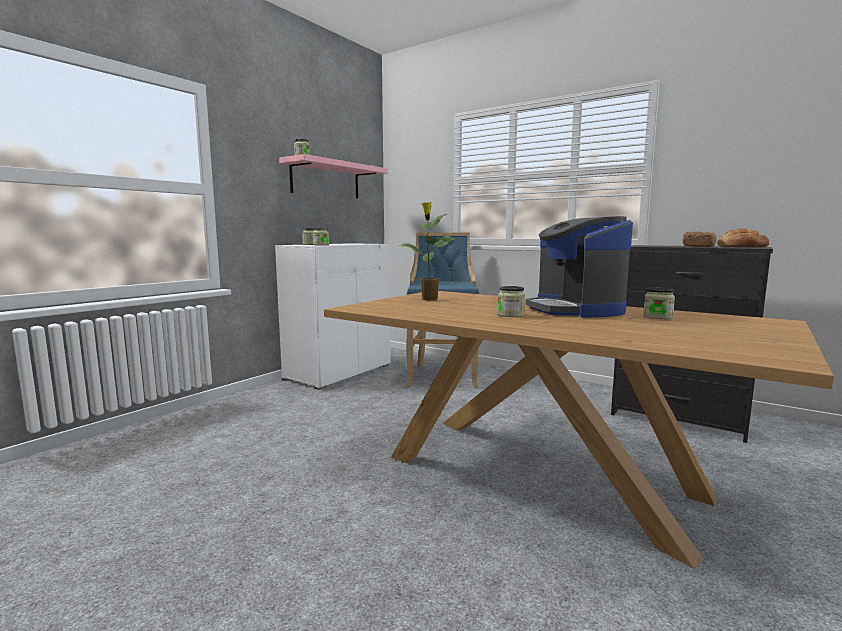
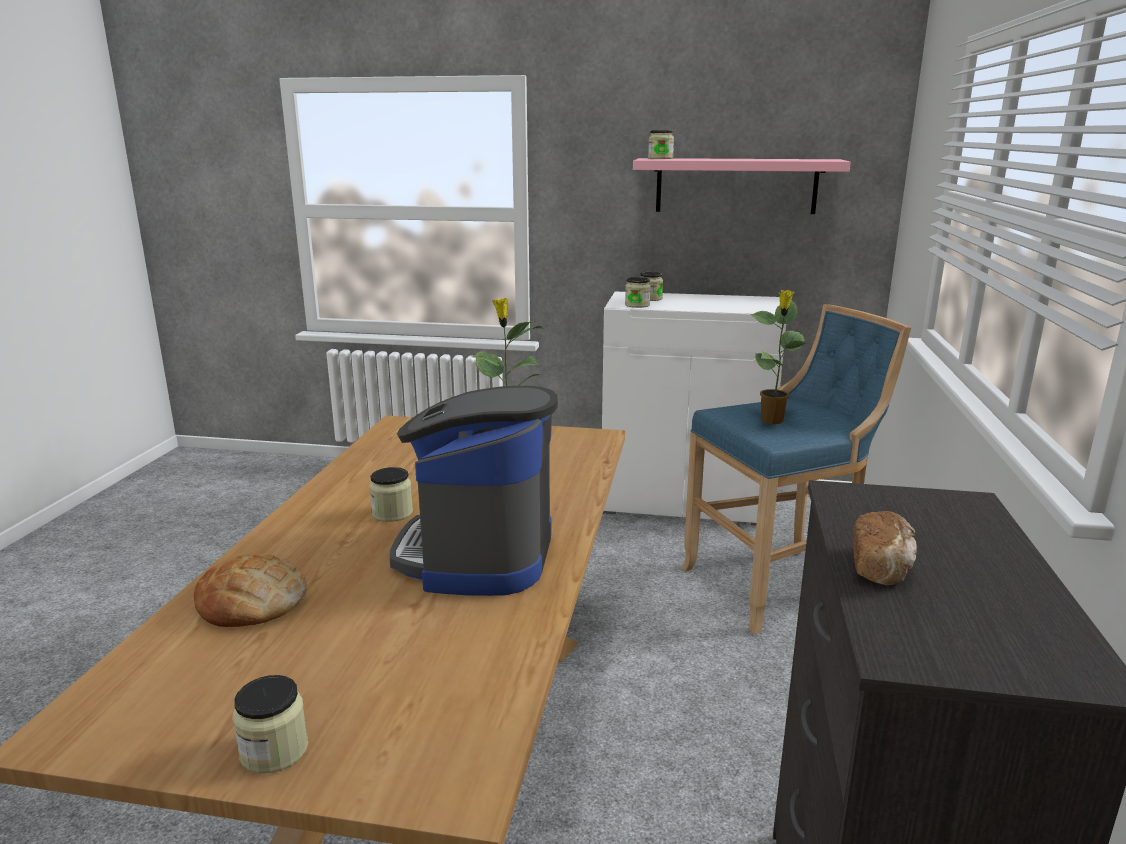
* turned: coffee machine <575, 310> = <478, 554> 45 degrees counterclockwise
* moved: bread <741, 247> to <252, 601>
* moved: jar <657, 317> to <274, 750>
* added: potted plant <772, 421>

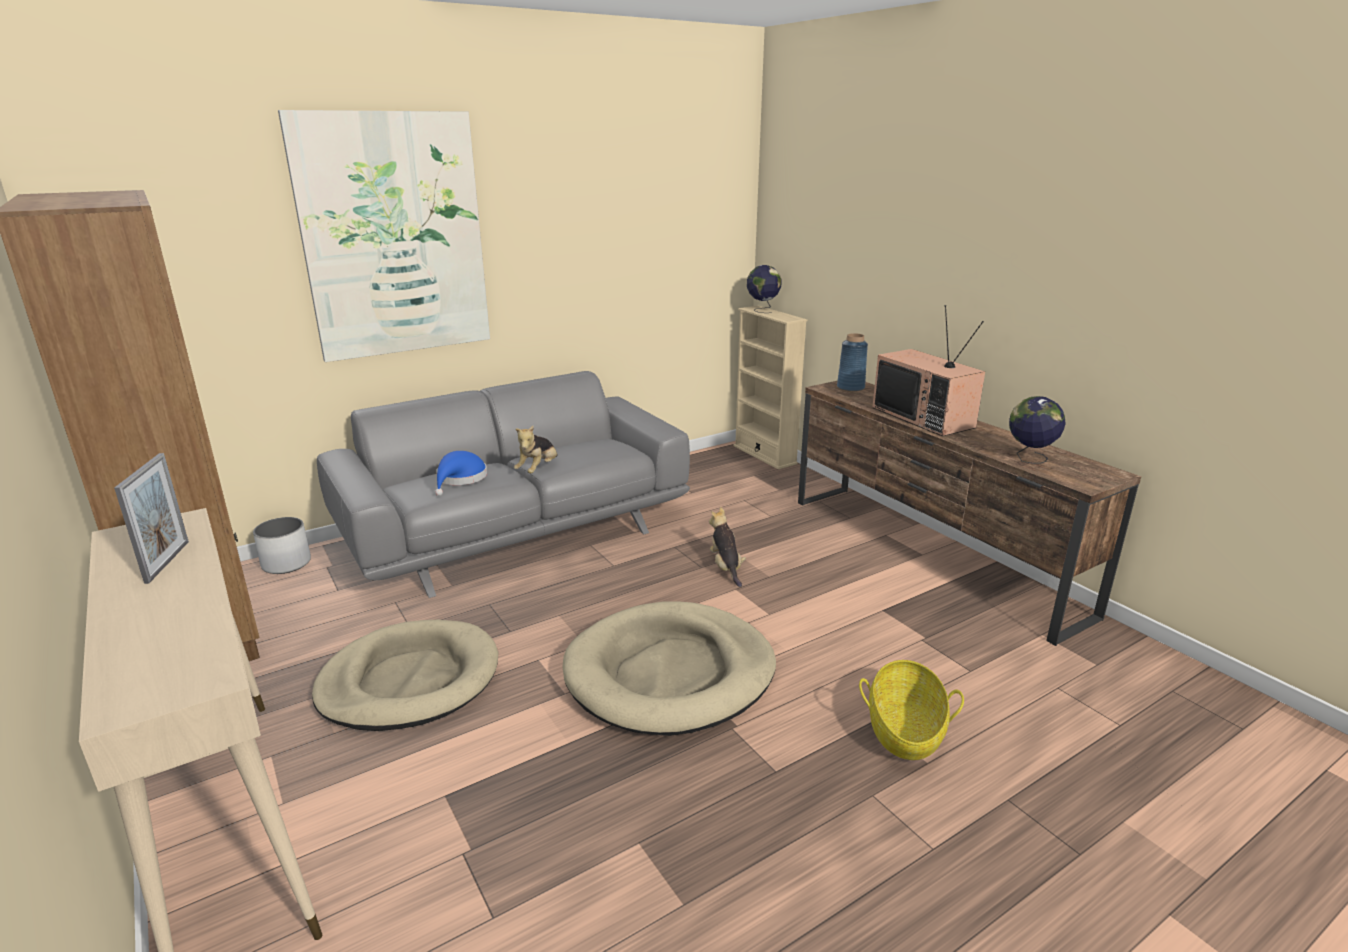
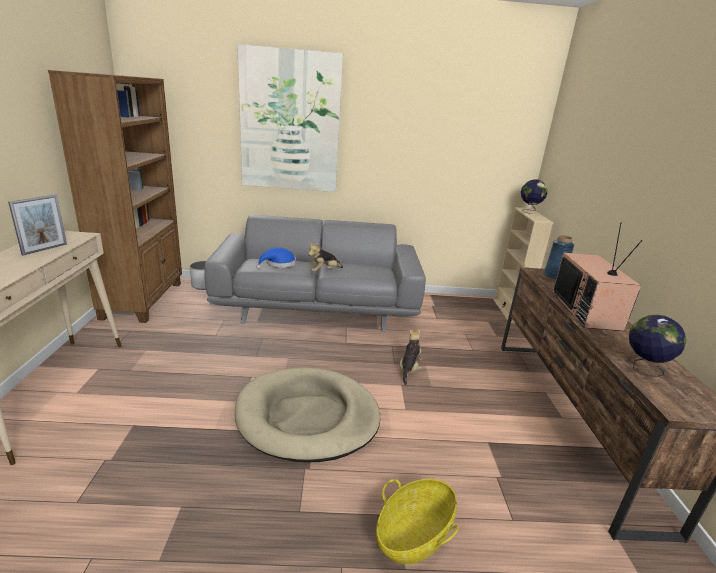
* removed: beige dog bed <409, 680>

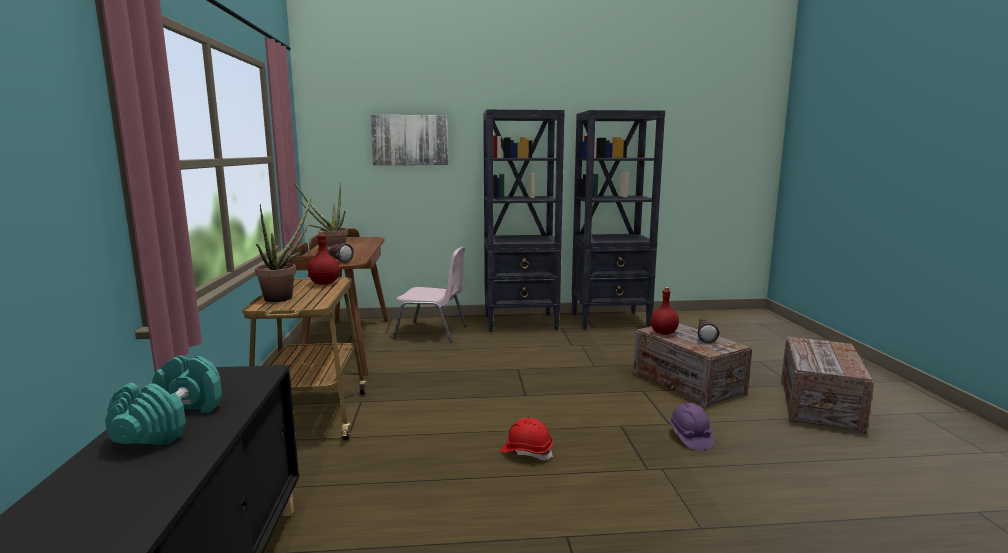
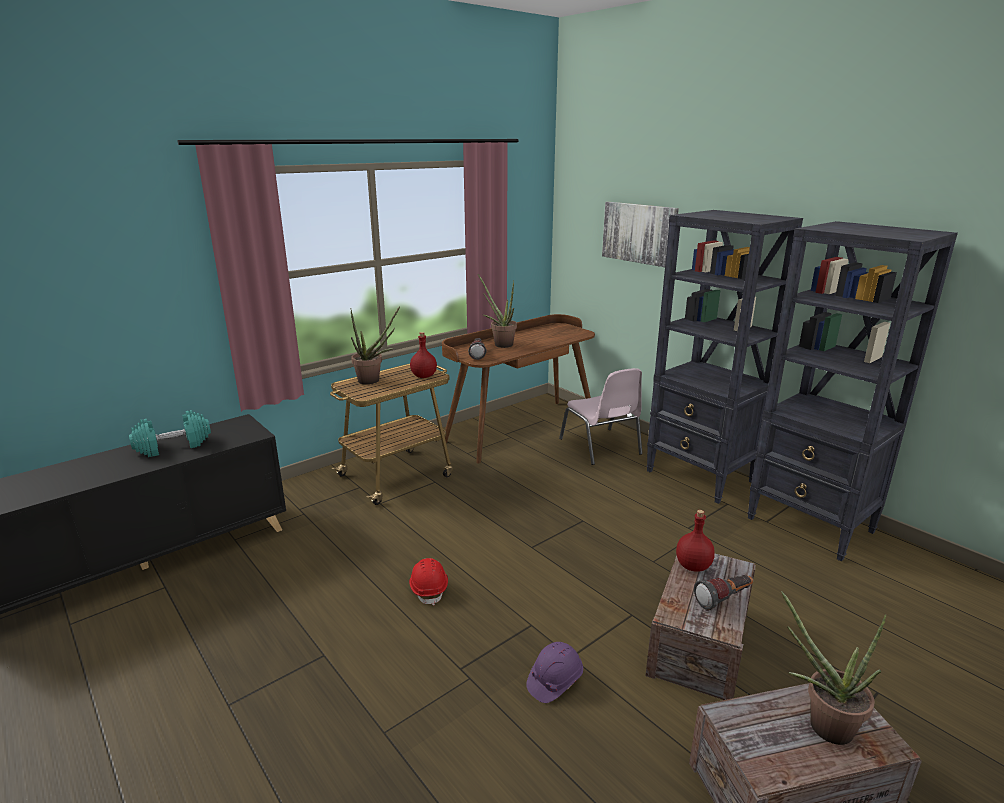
* added: potted plant <821, 724>

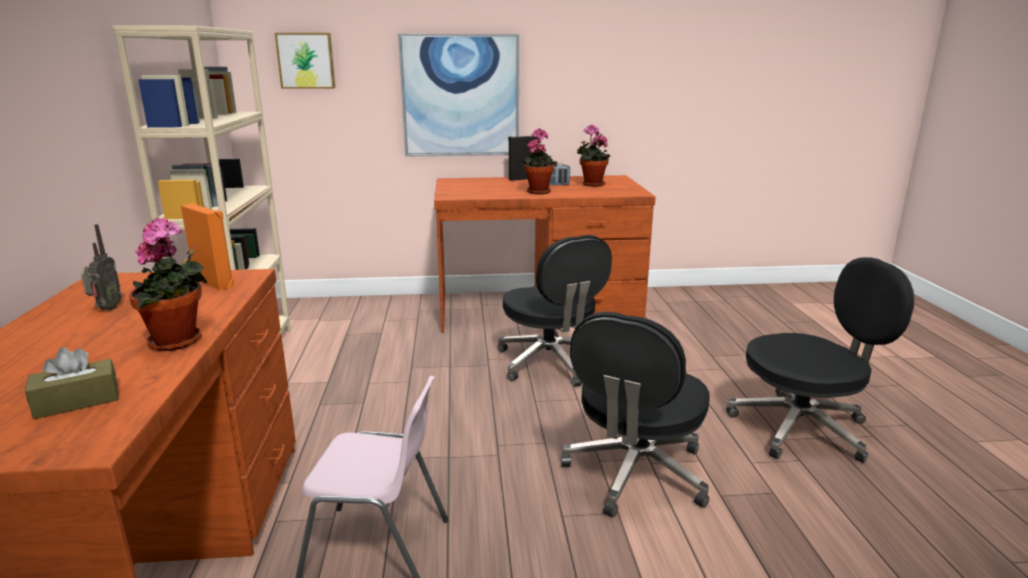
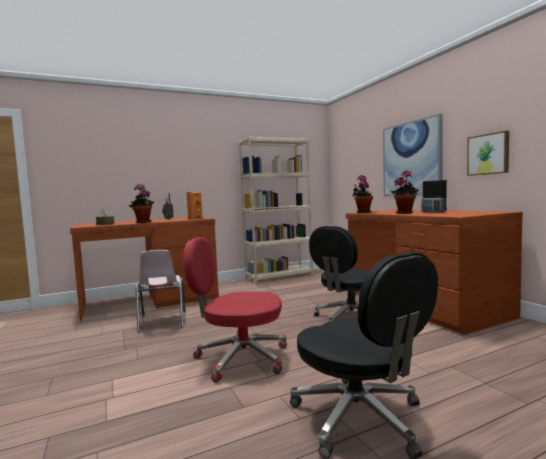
* moved: picture <306, 60> to <488, 154>
* moved: potted plant <591, 184> to <363, 212>
* recoloured: black office chair <635, 474> to red office chair <240, 358>

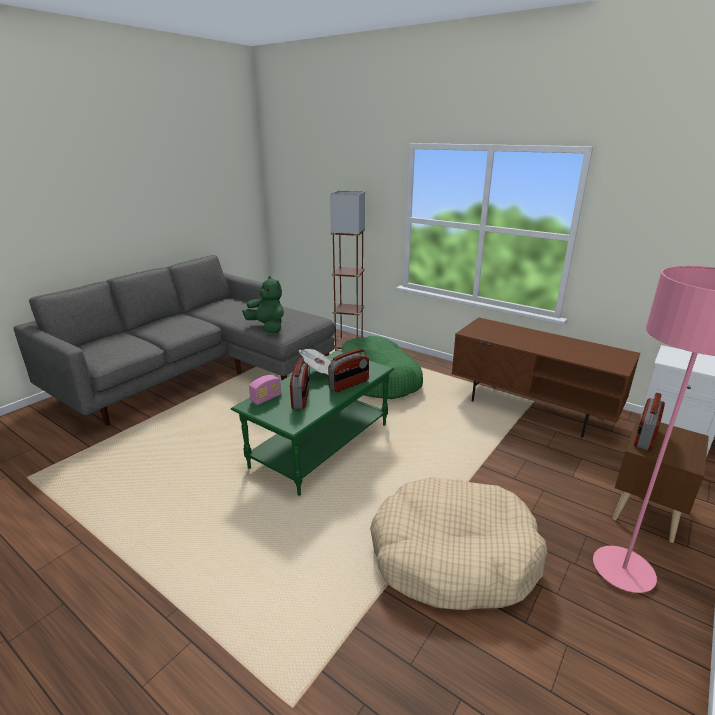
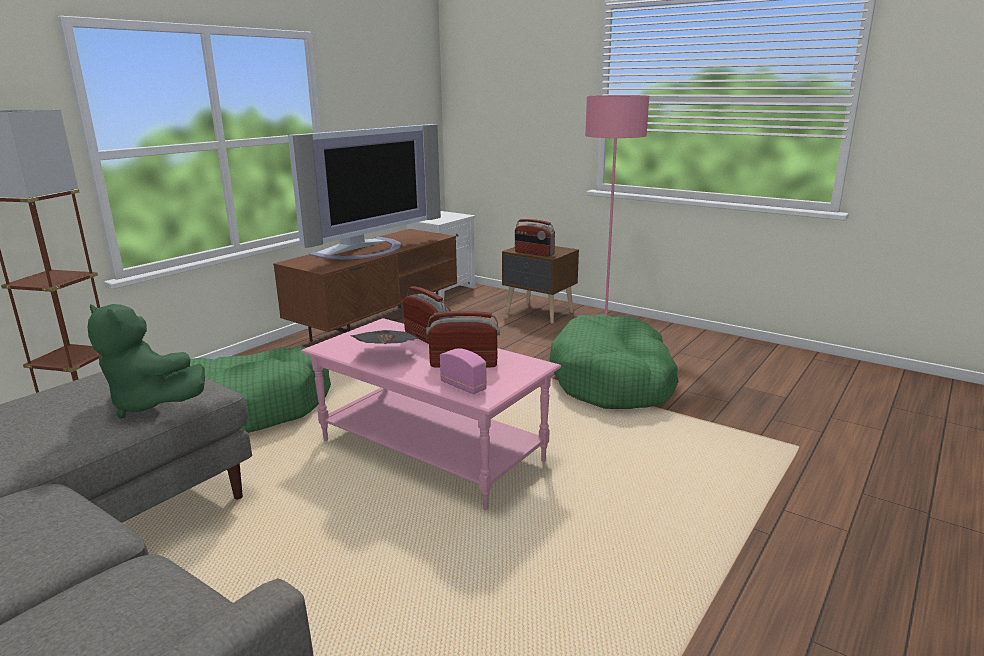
* turned: green plush toy <267, 327> = <150, 404> 105 degrees counterclockwise
* recoloured: green coffee table <321, 445> to pink coffee table <429, 451>
* recoloured: beige dog bed <453, 556> to green dog bed <613, 380>
* added: television <367, 250>

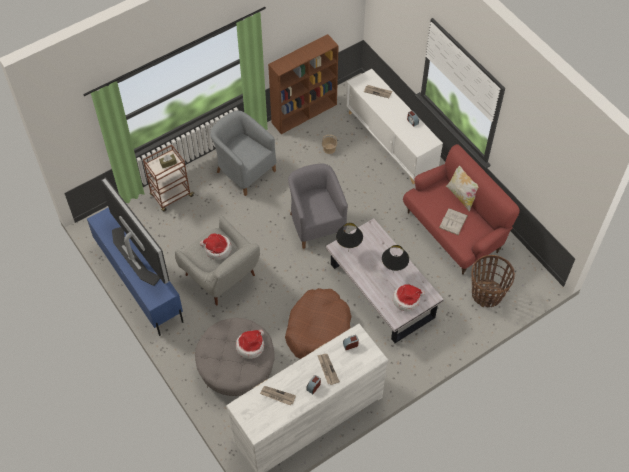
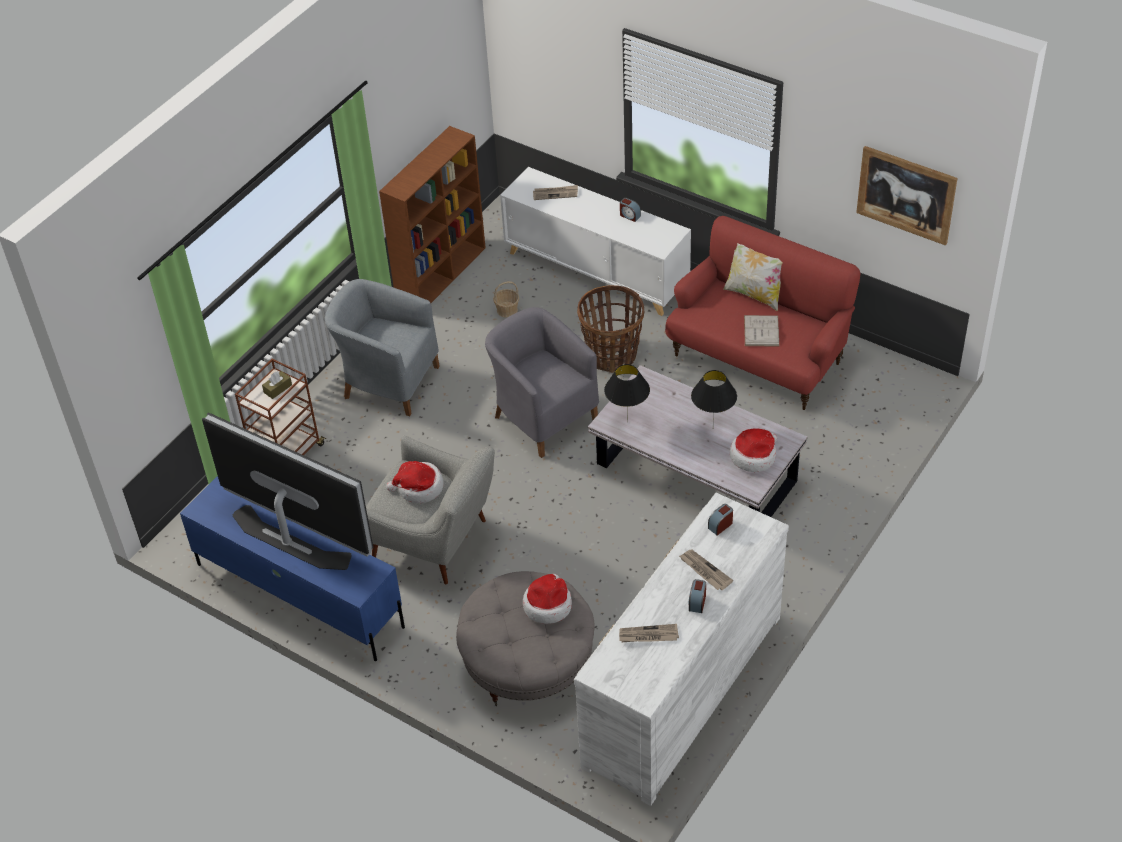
* moved: basket <487, 294> to <612, 355>
* removed: brown dog bed <318, 329>
* added: picture <906, 194>

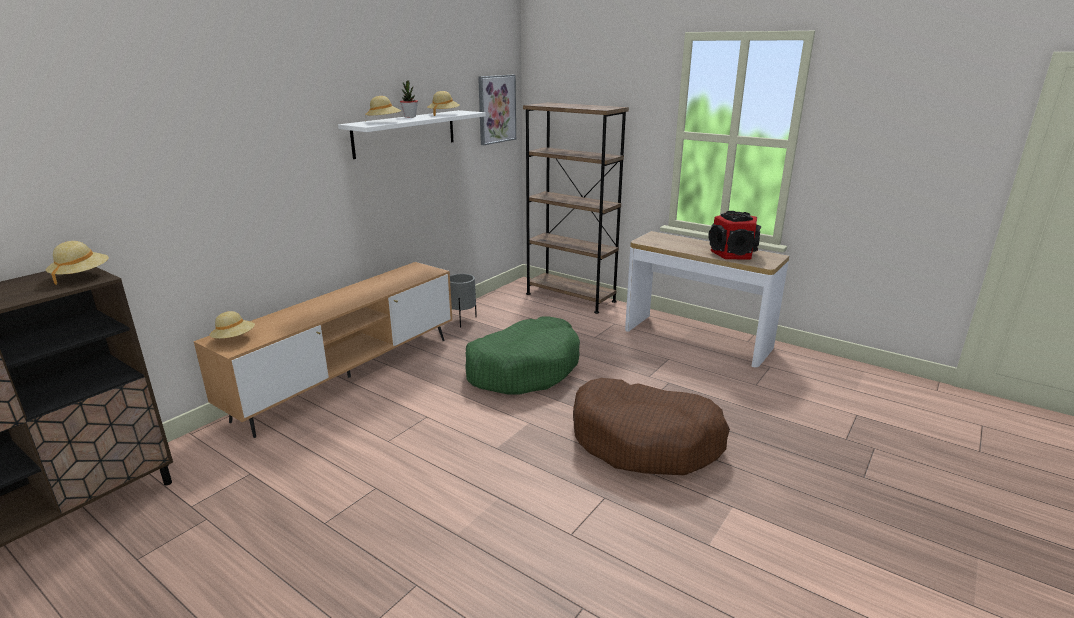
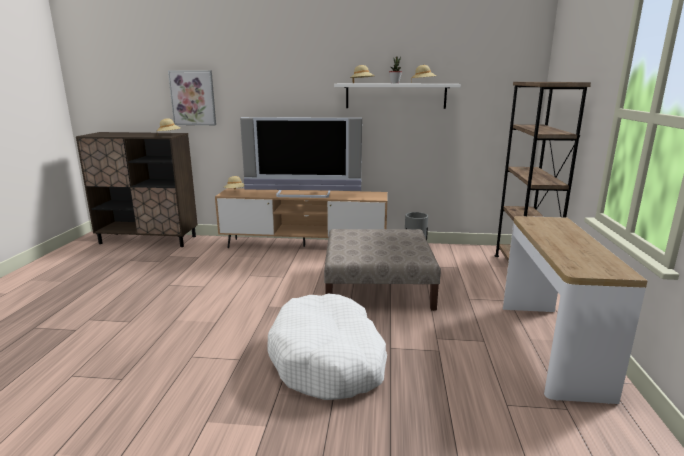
* moved: picture <496, 109> to <193, 98>
* removed: speaker <733, 254>
* replaced: green dog bed <523, 369> to beige ottoman <377, 287>
* recoloured: brown dog bed <645, 441> to white dog bed <328, 360>
* added: television <303, 194>

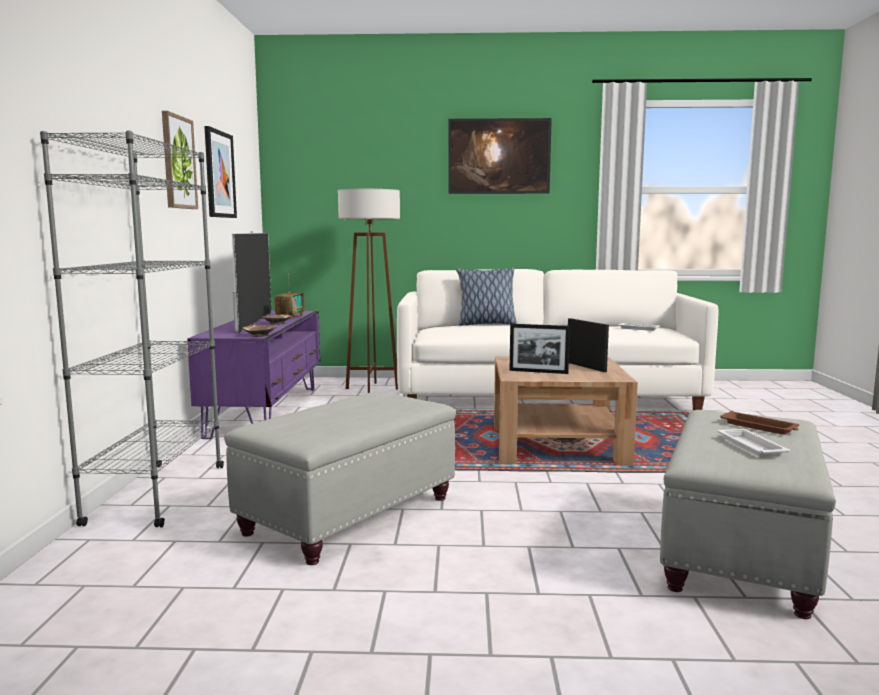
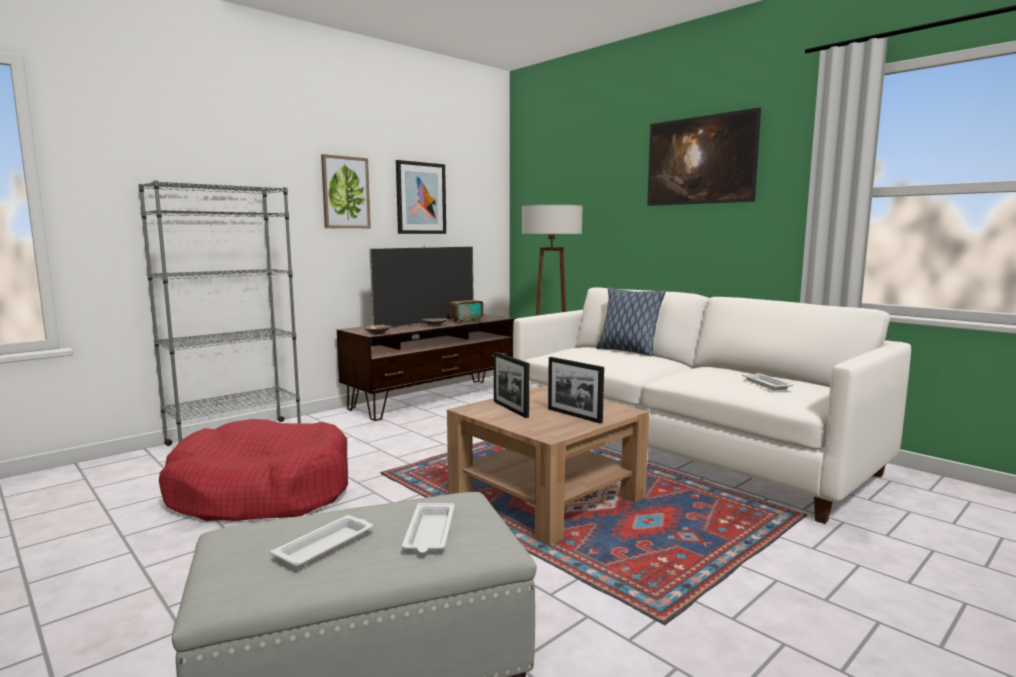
* recoloured: purple tv stand <266, 410> to brown tv stand <433, 399>
* turned: picture frame <586, 367> = <574, 415> 120 degrees clockwise
* replaced: grey ottoman <350, 514> to red dog bed <262, 492>
* recoloured: brown tray <760, 427> to white tray <429, 534>

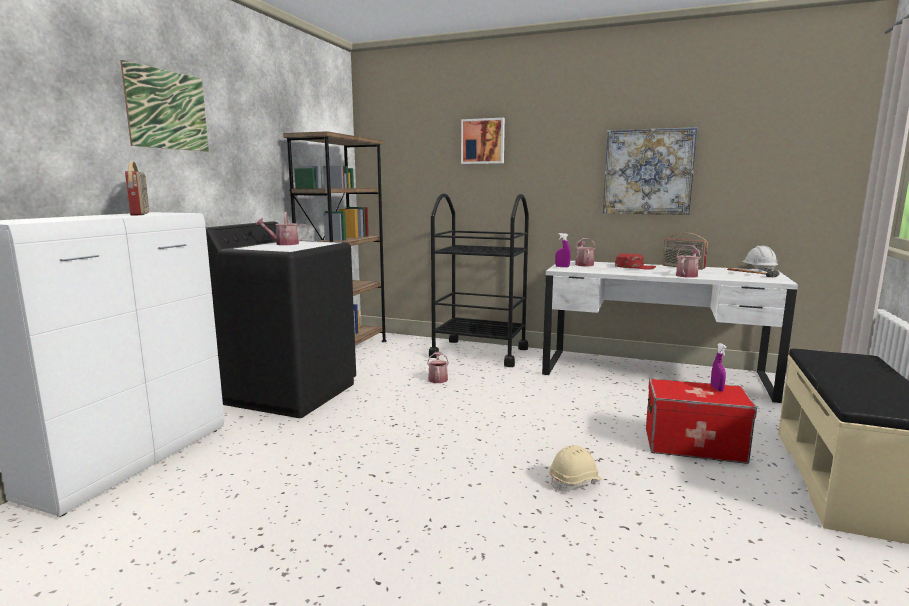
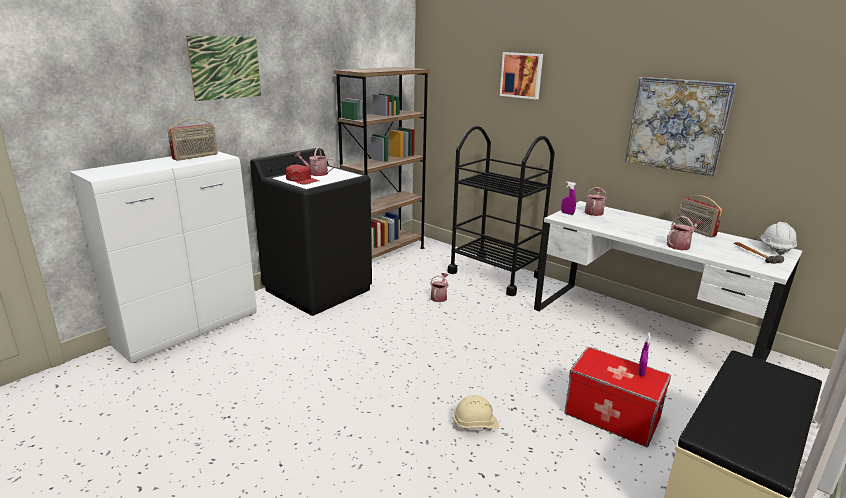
* turned: radio <141, 214> = <196, 157> 45 degrees clockwise
* moved: red cap <635, 267> to <302, 180>

